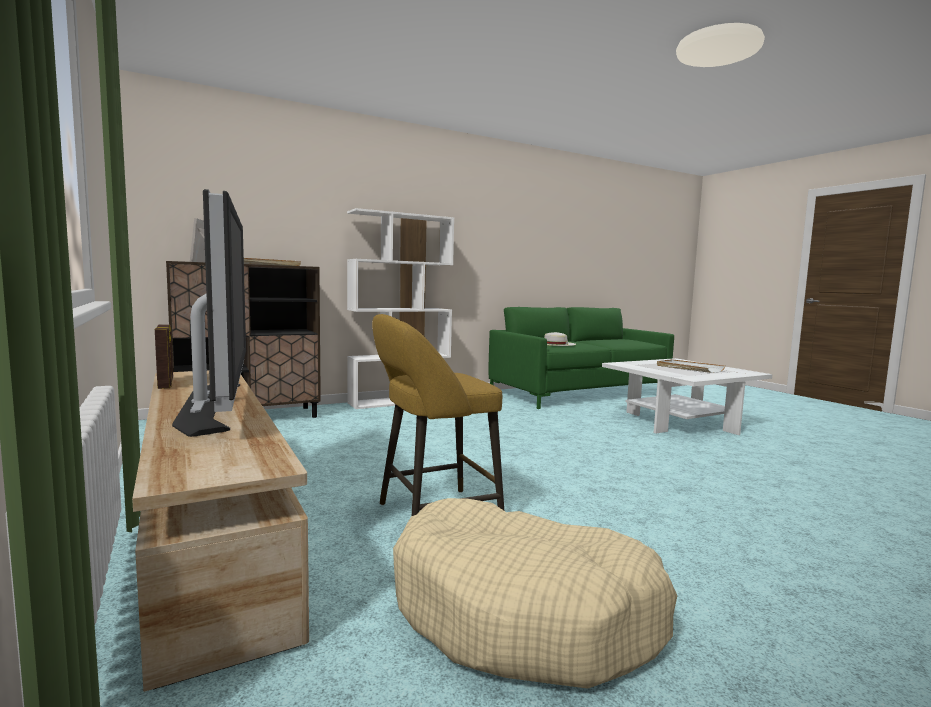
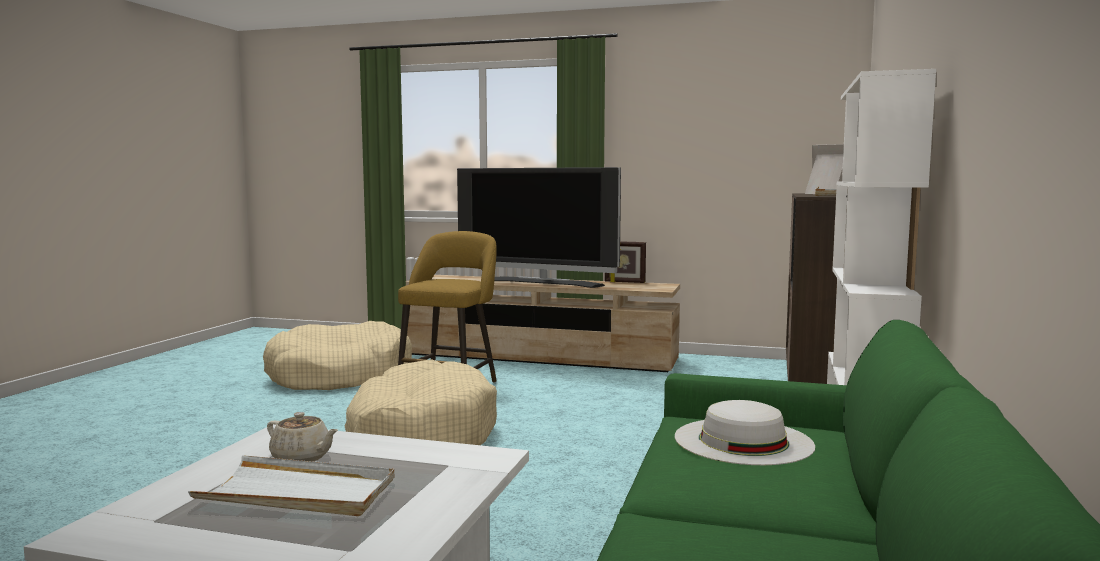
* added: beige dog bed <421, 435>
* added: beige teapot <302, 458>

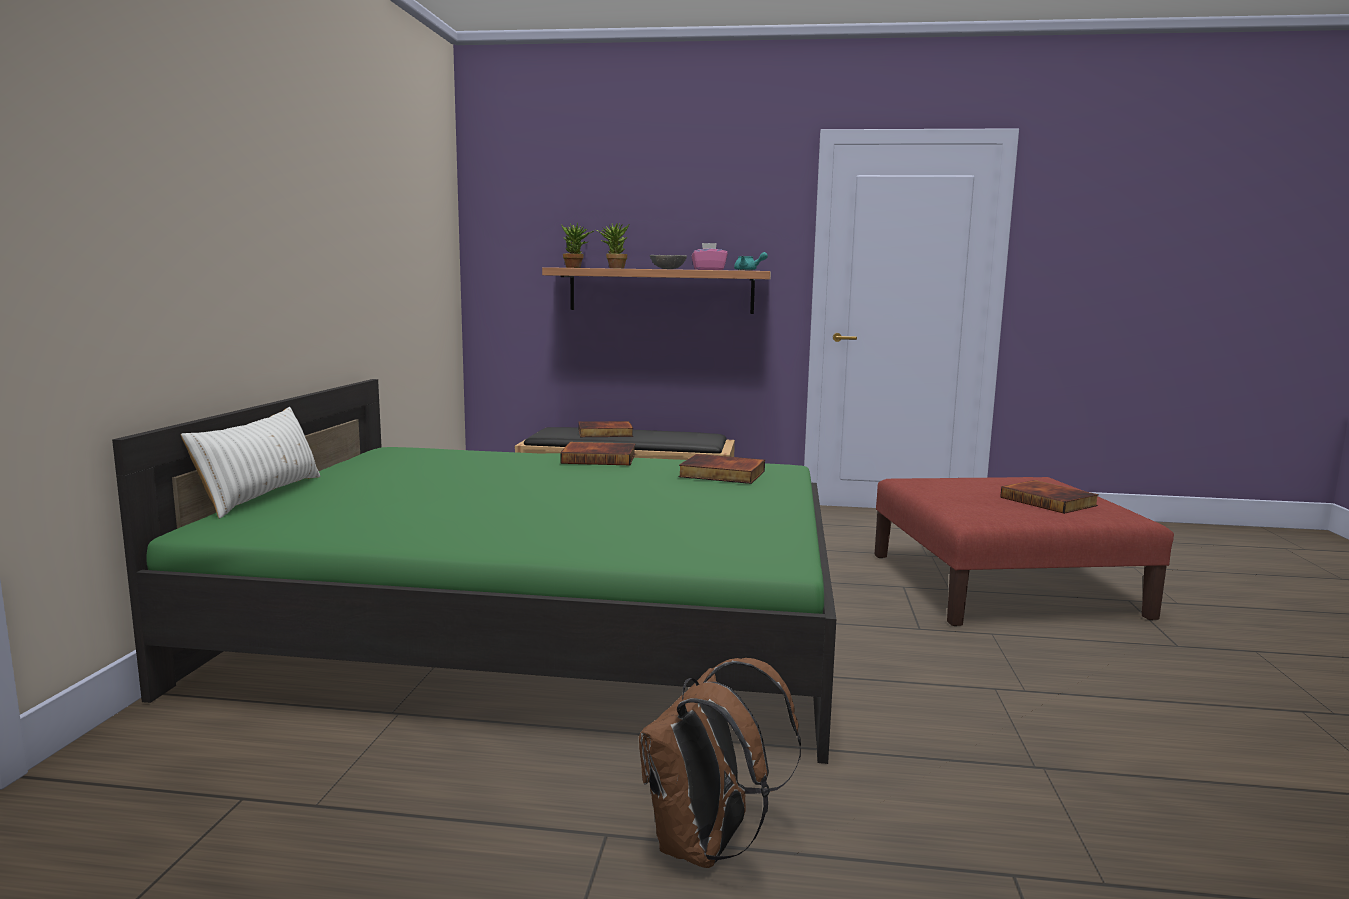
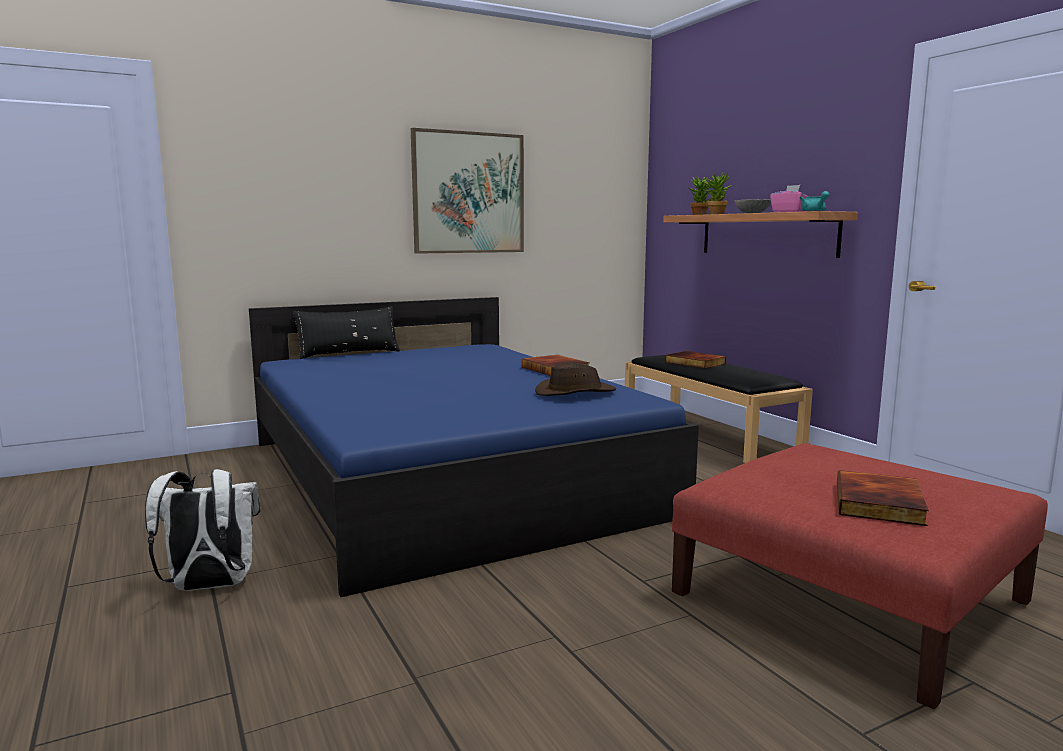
* recoloured: green bed <541, 626> to blue bed <444, 476>
* recoloured: white pillow <262, 495> to black pillow <349, 354>
* replaced: book <721, 474> to brown hat <575, 392>
* recoloured: brown backpack <707, 846> to white backpack <209, 587>
* added: picture <468, 193>

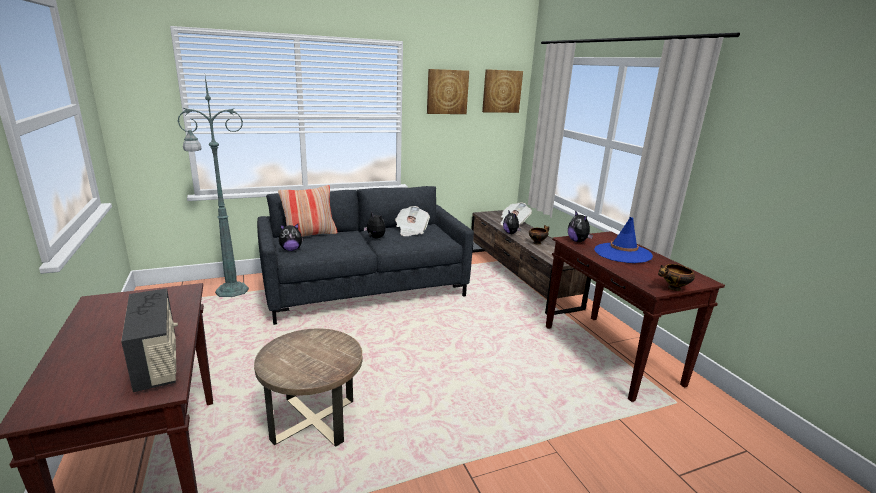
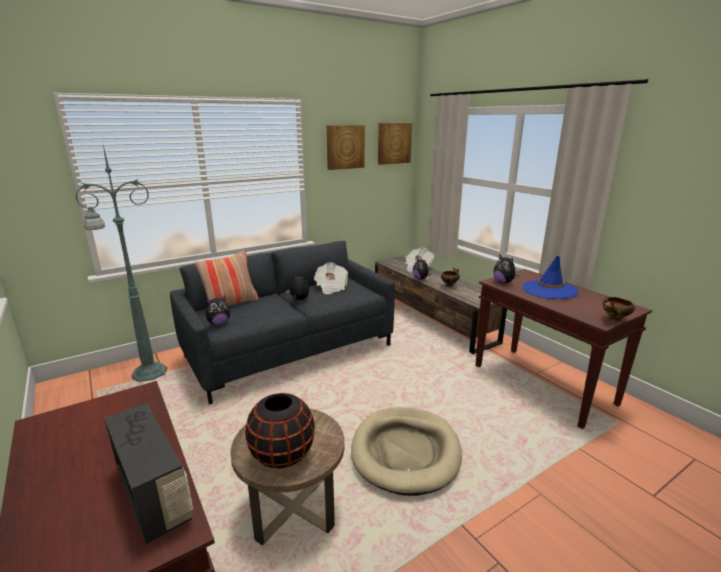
* added: black vase <282, 455>
* added: beige dog bed <405, 452>

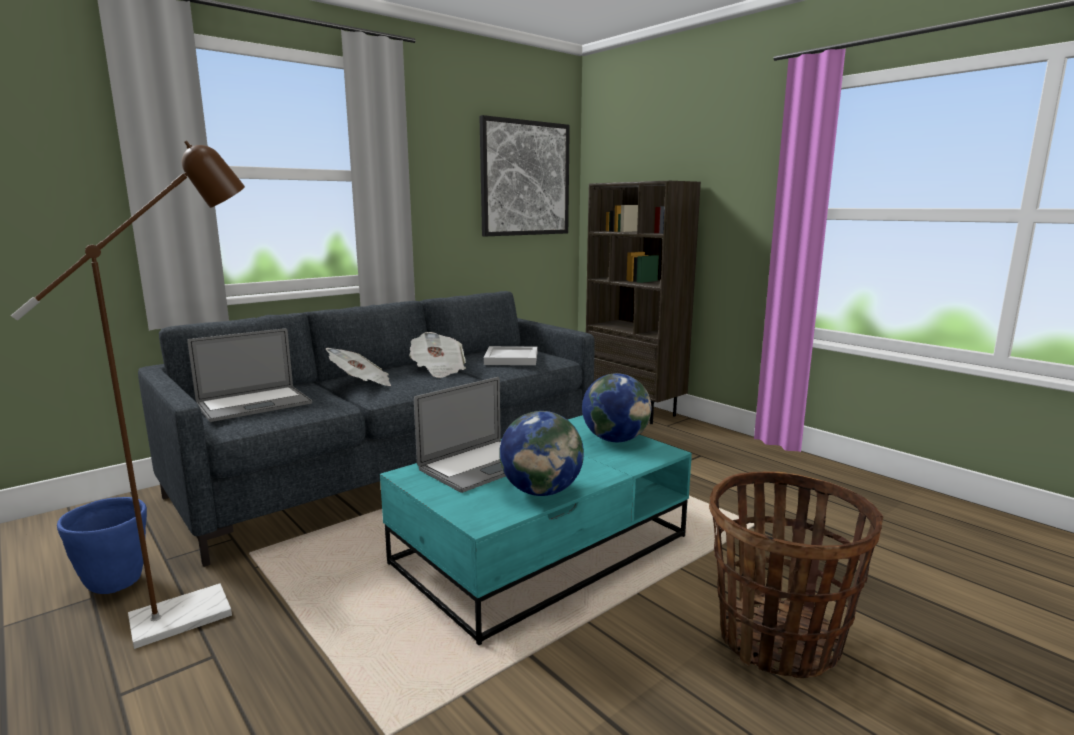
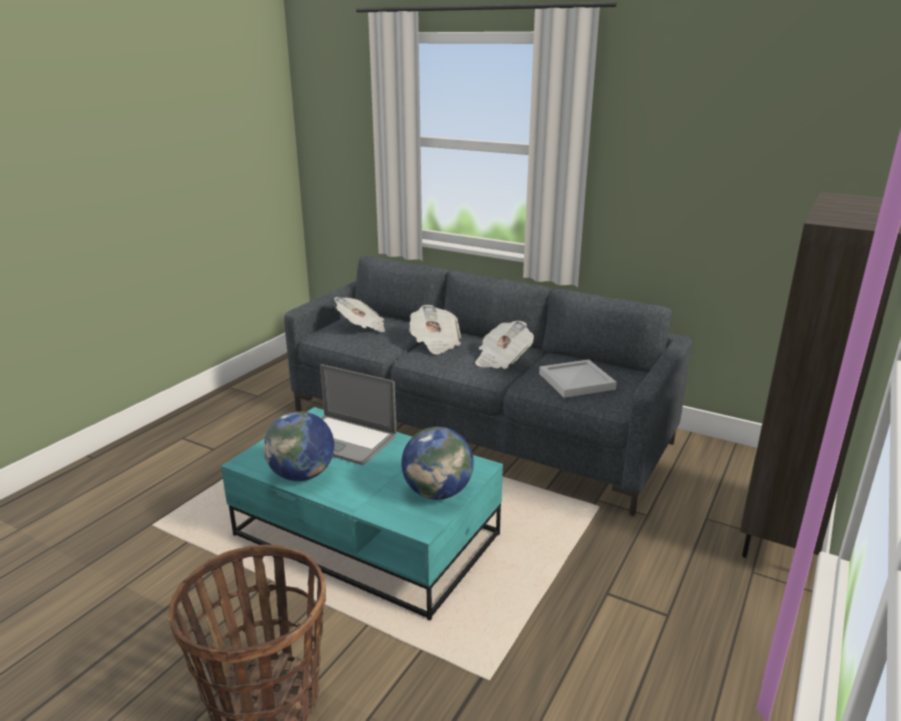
* removed: picture <525, 178>
* removed: brown floor lamp <200, 610>
* replaced: laptop <254, 404> to newspaper <362, 327>
* removed: blue planter <116, 584>

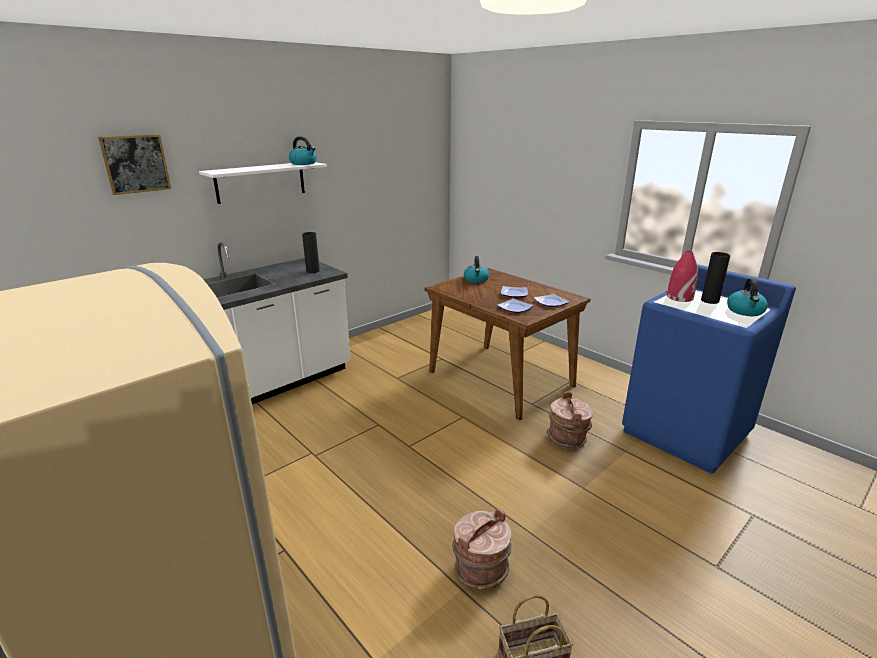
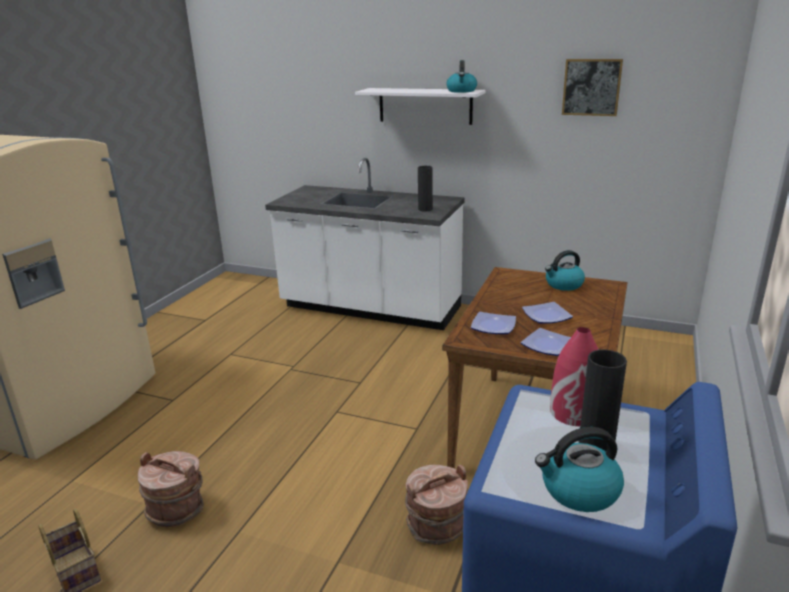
* moved: picture <136, 164> to <591, 87>

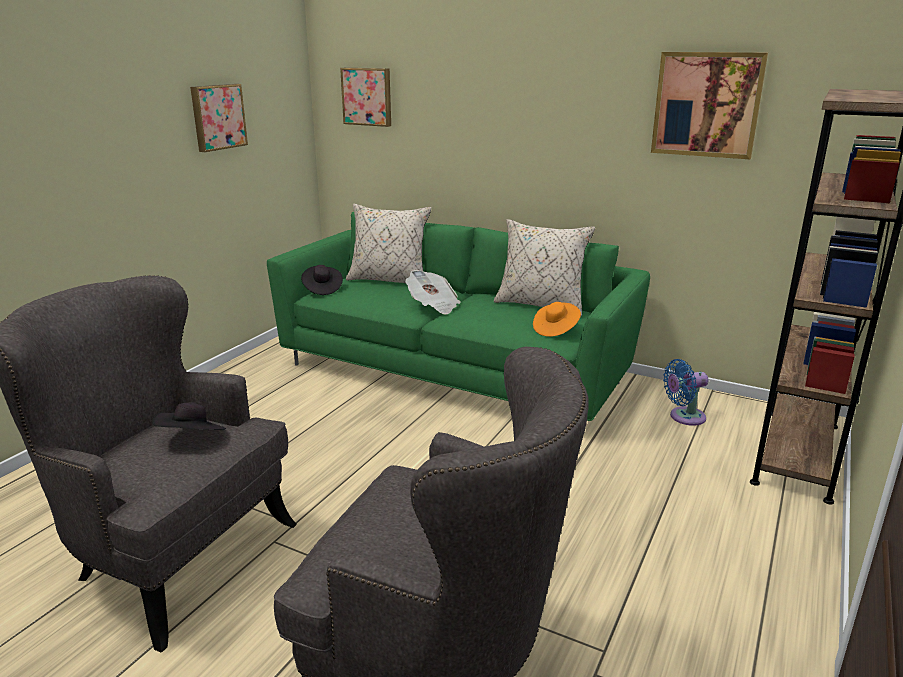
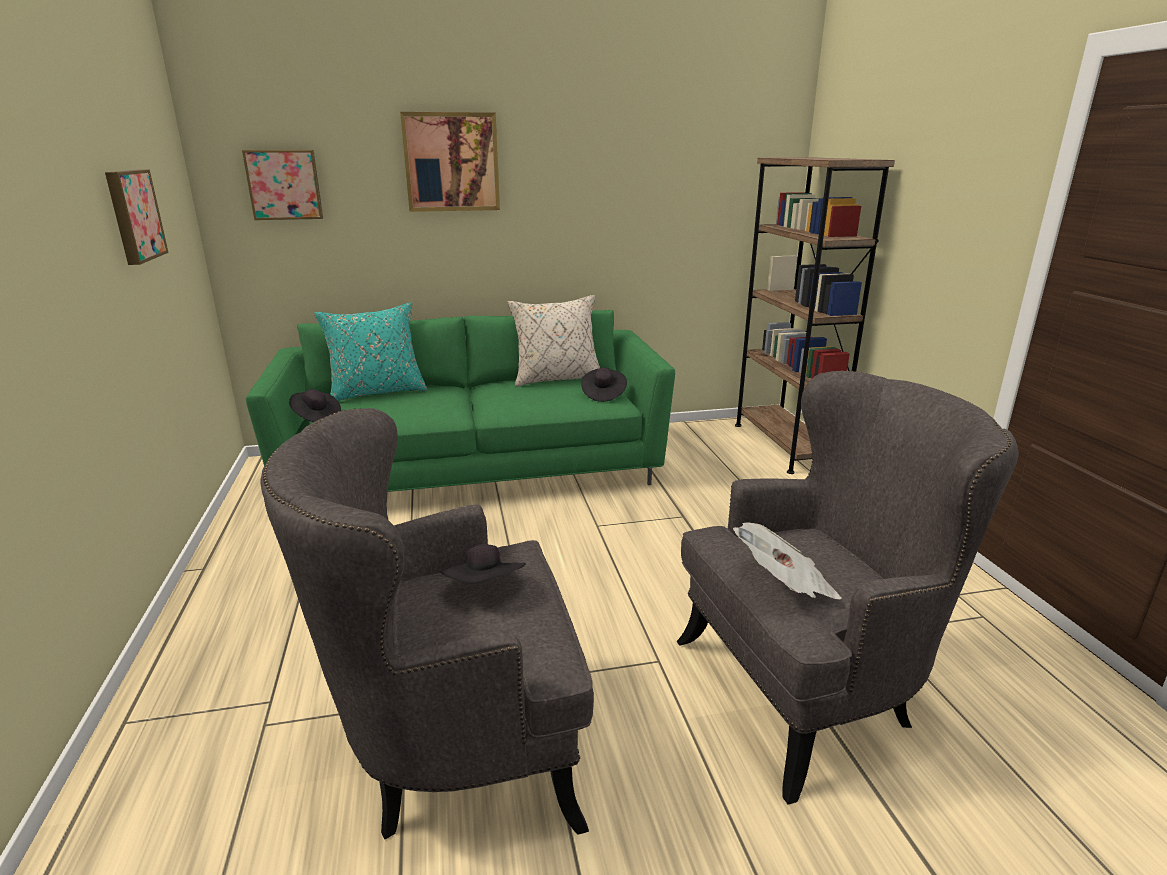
* moved: picture <707, 105> to <451, 162>
* recoloured: beige pillow <389, 280> to turquoise pillow <377, 392>
* moved: newspaper <433, 306> to <784, 585>
* recoloured: orange hat <555, 329> to black hat <603, 394>
* removed: blue fan <684, 417>

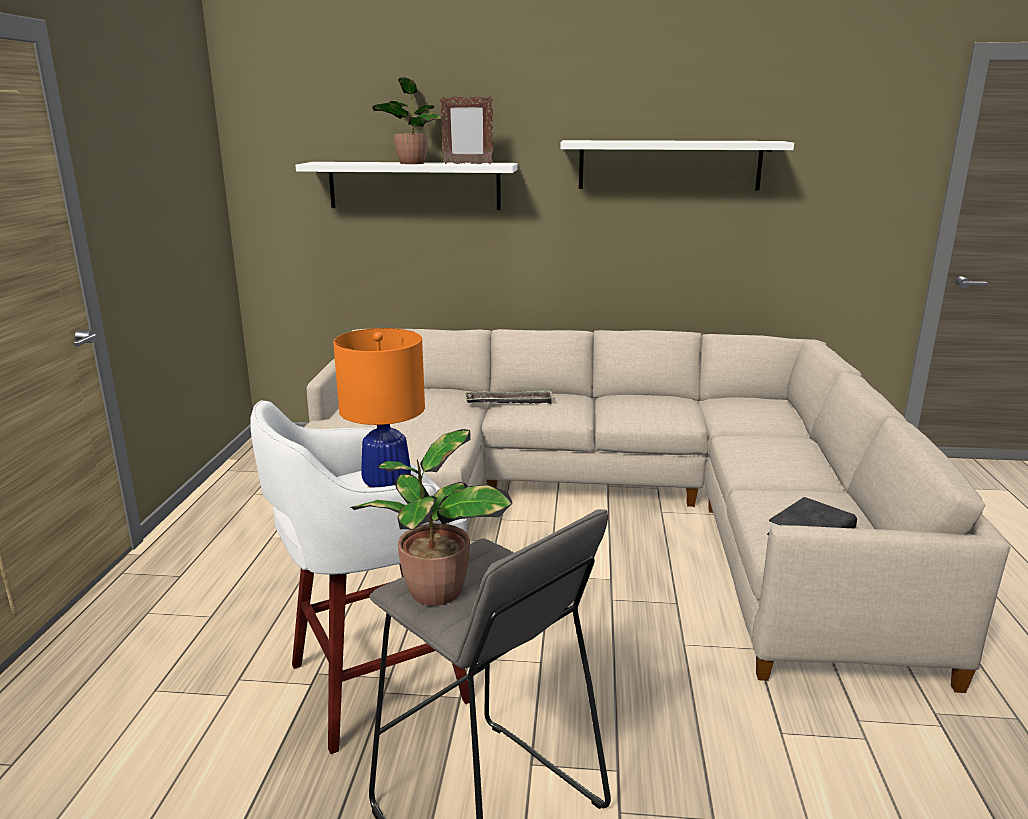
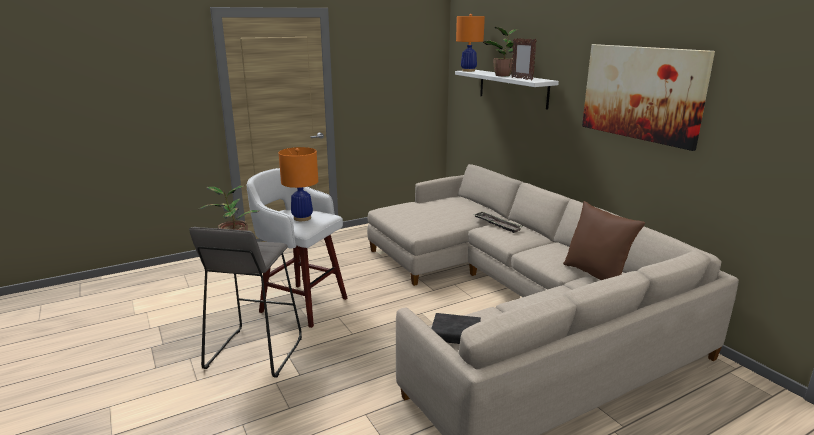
* replaced: white shelf <669, 165> to picture <641, 93>
* added: orange table lamp <468, 71>
* added: brown pillow <596, 275>

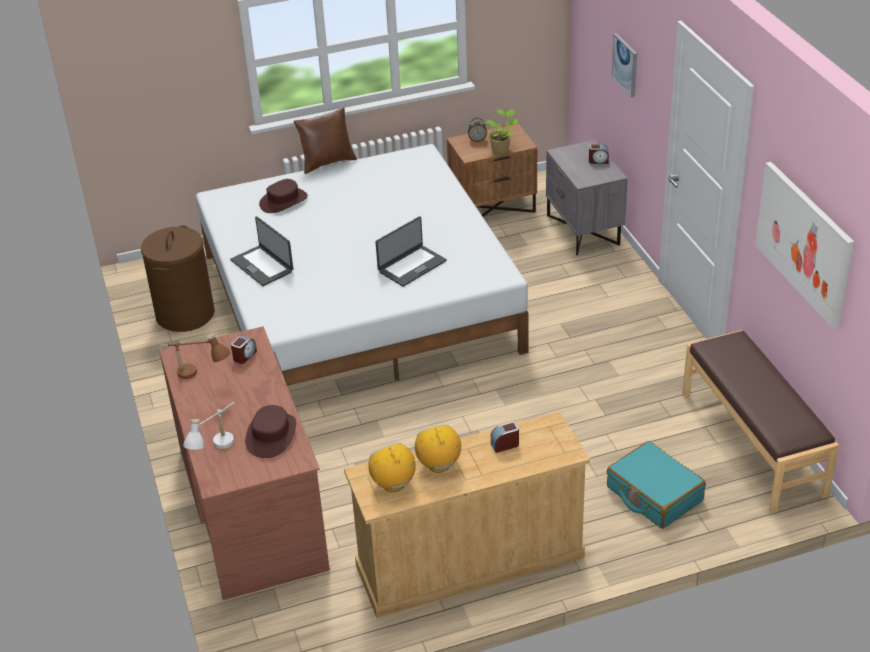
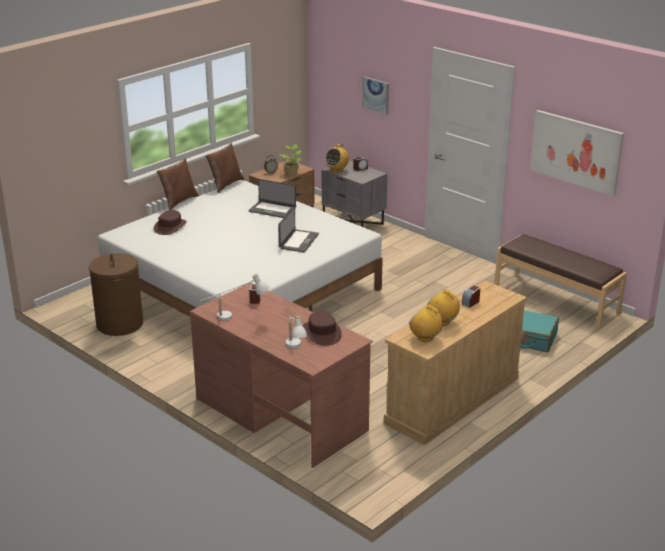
* moved: laptop <262, 265> to <272, 210>
* recoloured: brown table lamp <198, 377> to white table lamp <235, 317>
* added: brown pillow <226, 184>
* added: radio <337, 170>

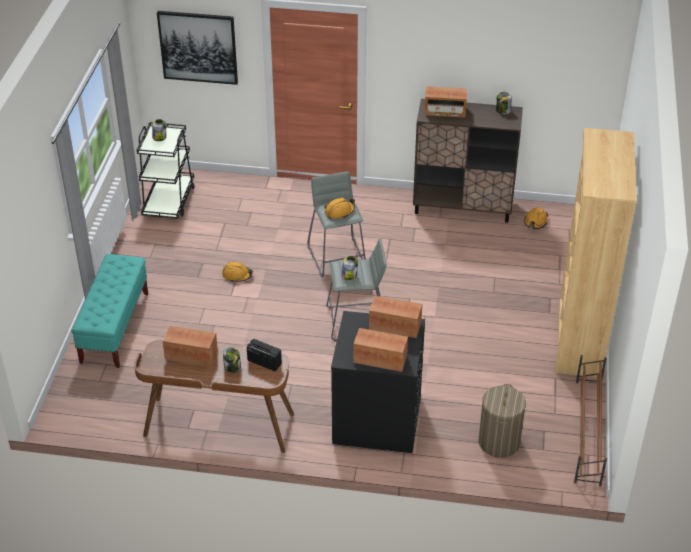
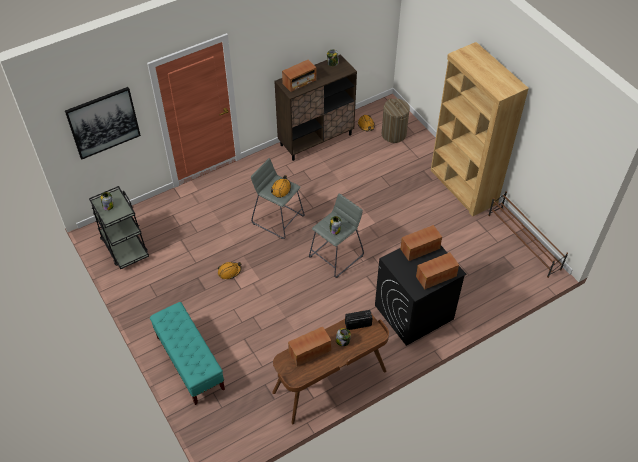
* moved: laundry basket <499, 442> to <394, 134>

